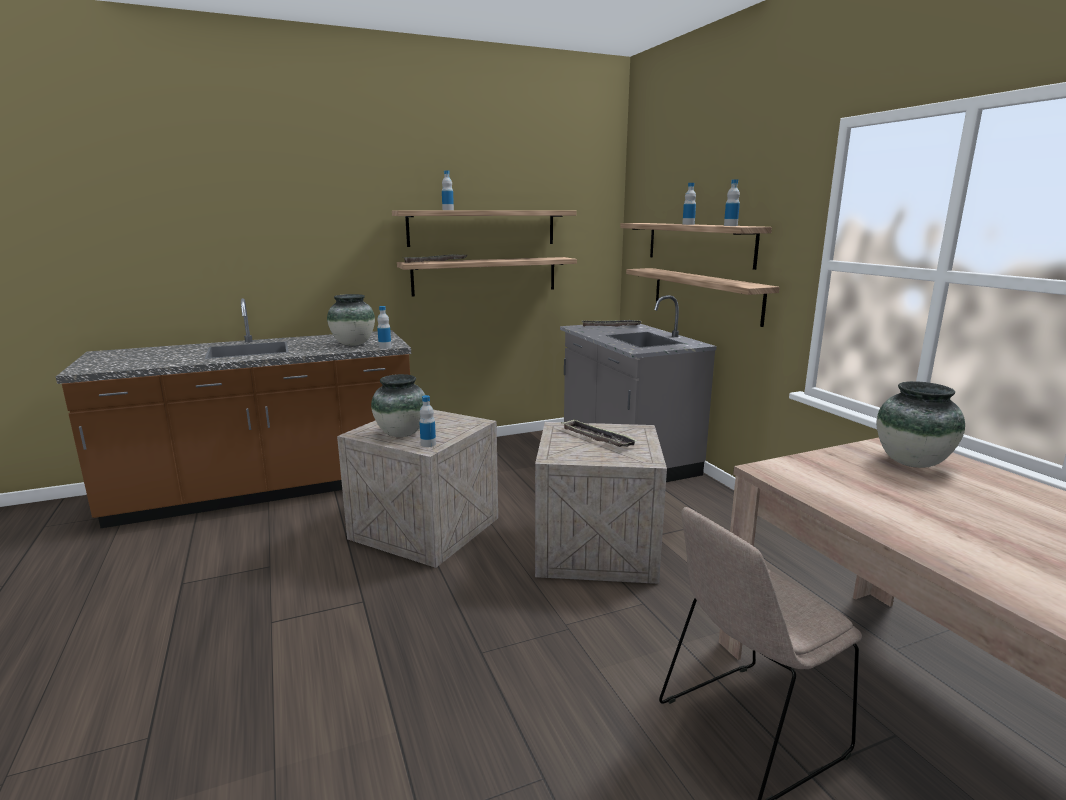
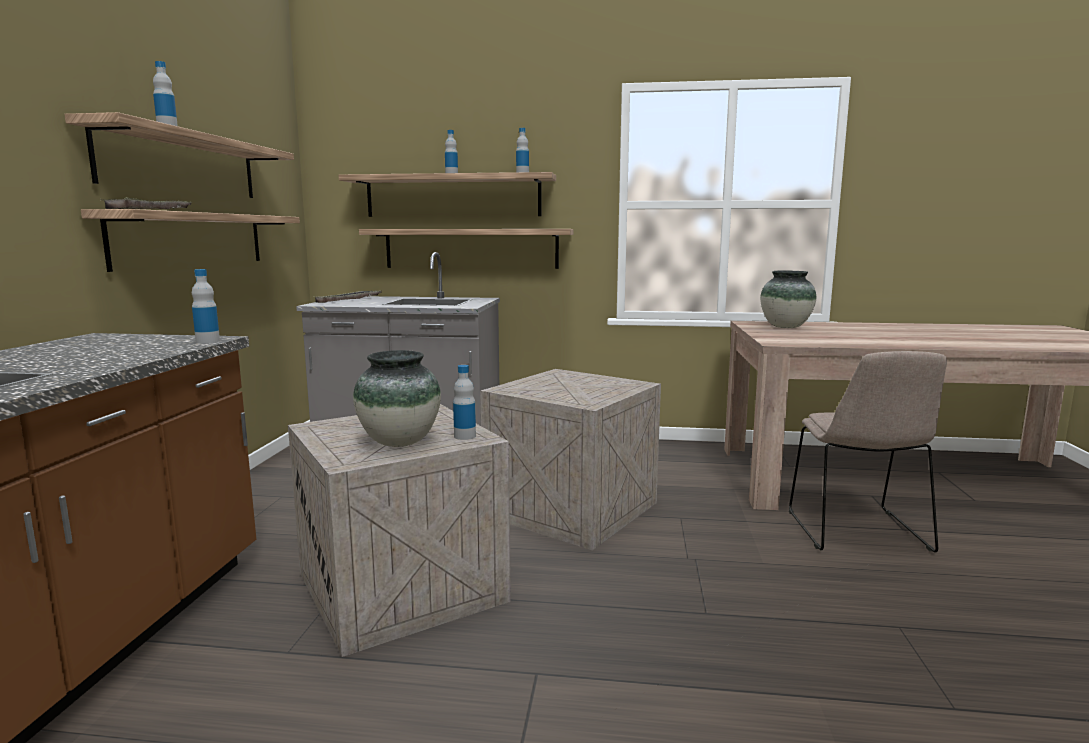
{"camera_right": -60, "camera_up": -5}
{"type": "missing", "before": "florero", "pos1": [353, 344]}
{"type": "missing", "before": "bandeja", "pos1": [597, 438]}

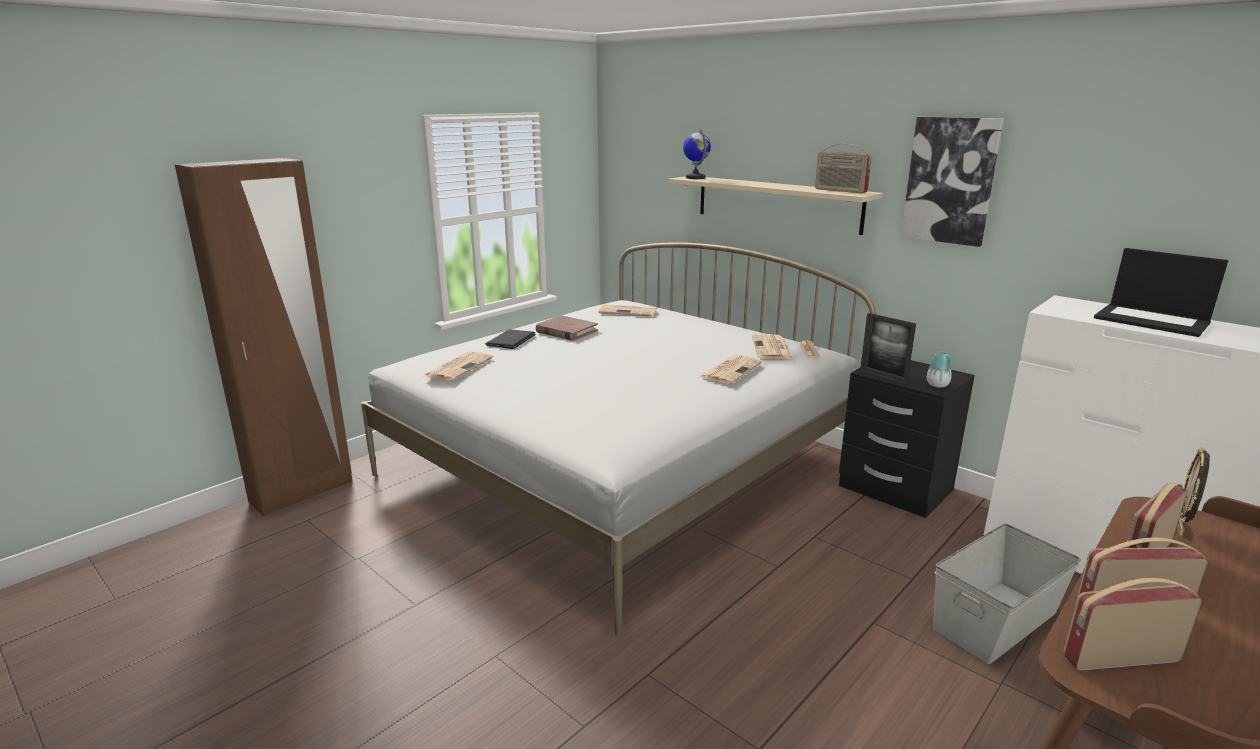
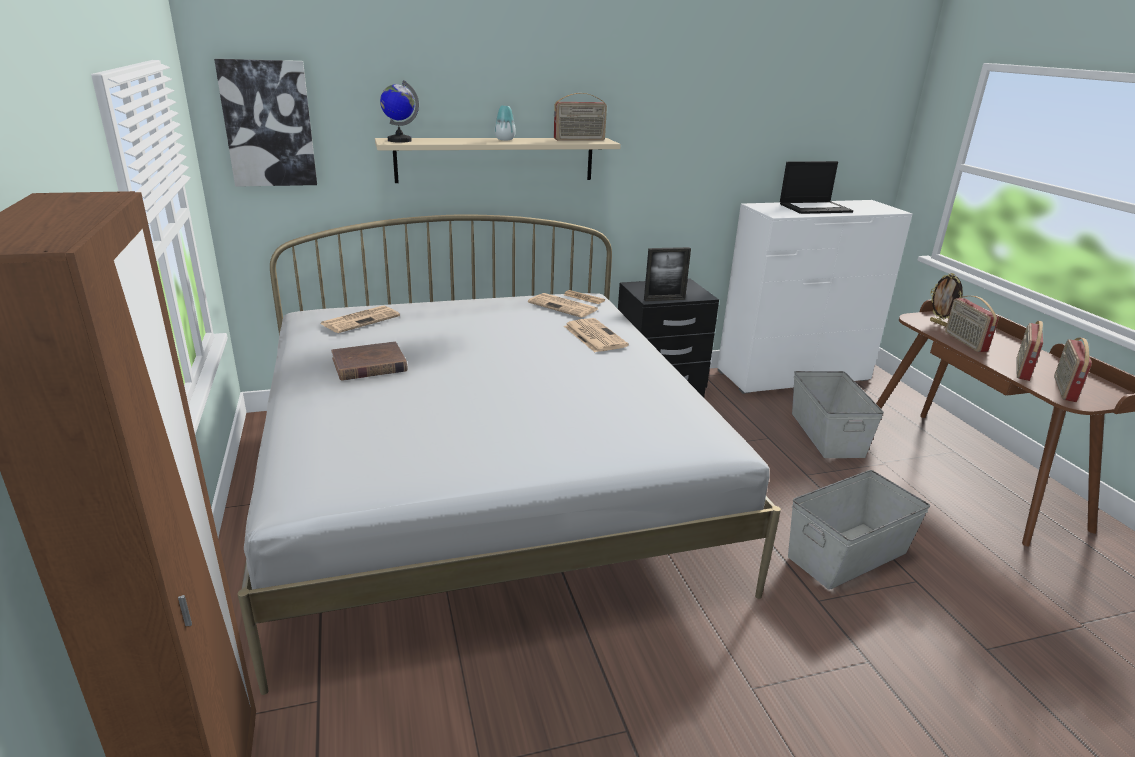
{"camera_right": -60, "camera_up": 5}
{"type": "missing", "before": "periódico", "pos1": [459, 367]}
{"type": "missing", "before": "portátil", "pos1": [511, 340]}
{"type": "relocated", "before": "cuadro", "pos1": [950, 180], "pos2": [268, 124]}
{"type": "relocated", "before": "florero", "pos1": [937, 385], "pos2": [505, 139]}
{"type": "appeared", "after": "caja de almacenaje/gris", "pos2": [848, 555]}

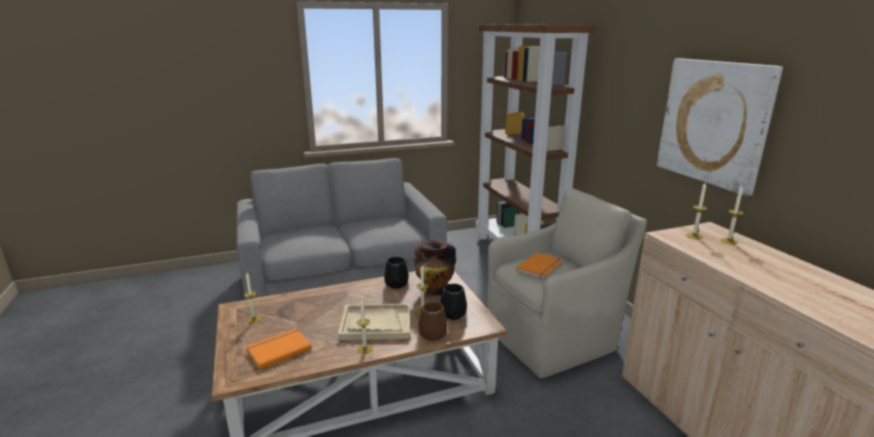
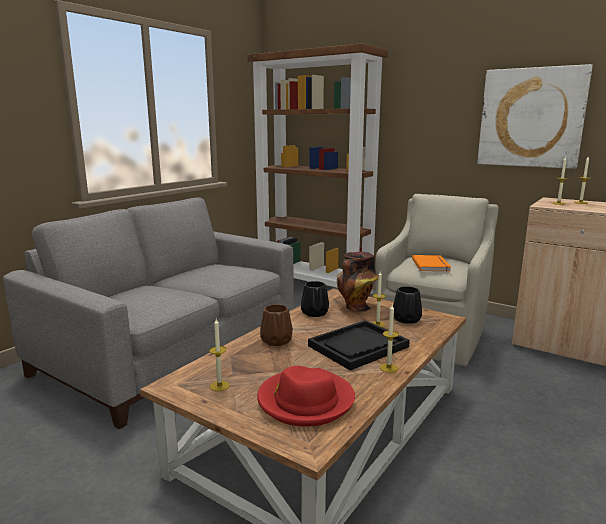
{"camera_right": -35, "camera_up": -5}
{"type": "exchanged", "before": "libro/naranja", "after": "sombrero/rojo", "pos1": [278, 349], "pos2": [305, 400]}
{"type": "colour", "before": "bandeja/beis", "after": "bandeja/negro", "pos1": [375, 324], "pos2": [358, 346]}
{"type": "relocated", "before": "florero/marrón", "pos1": [433, 334], "pos2": [277, 340]}

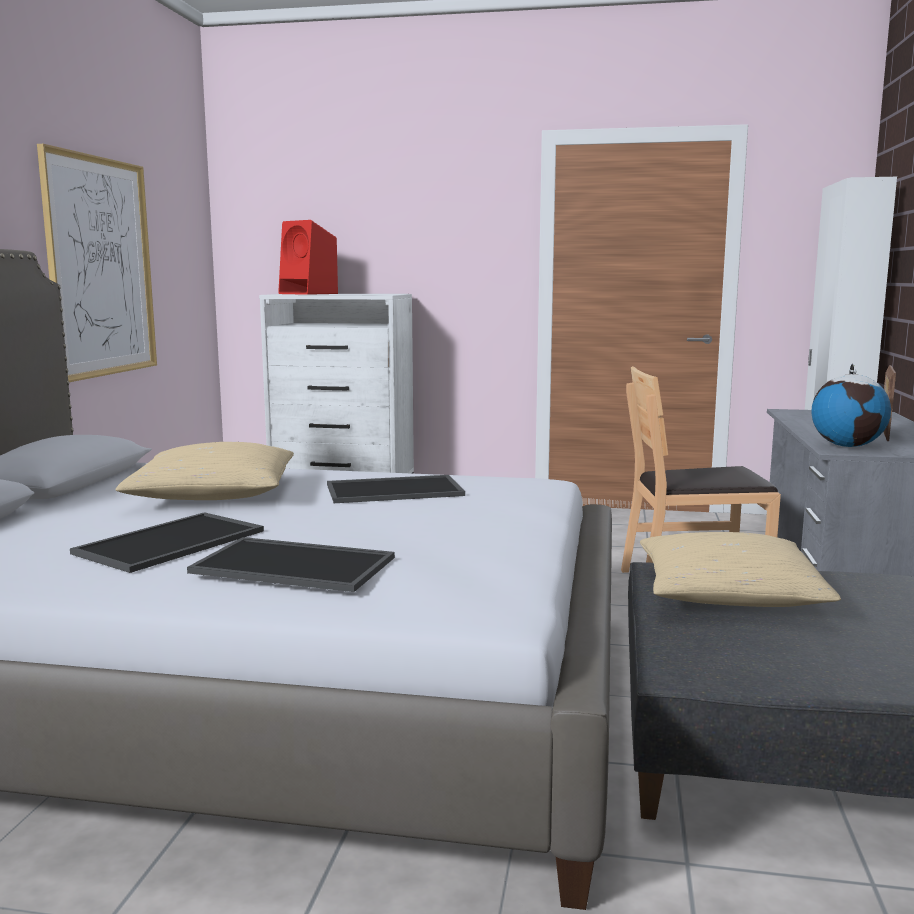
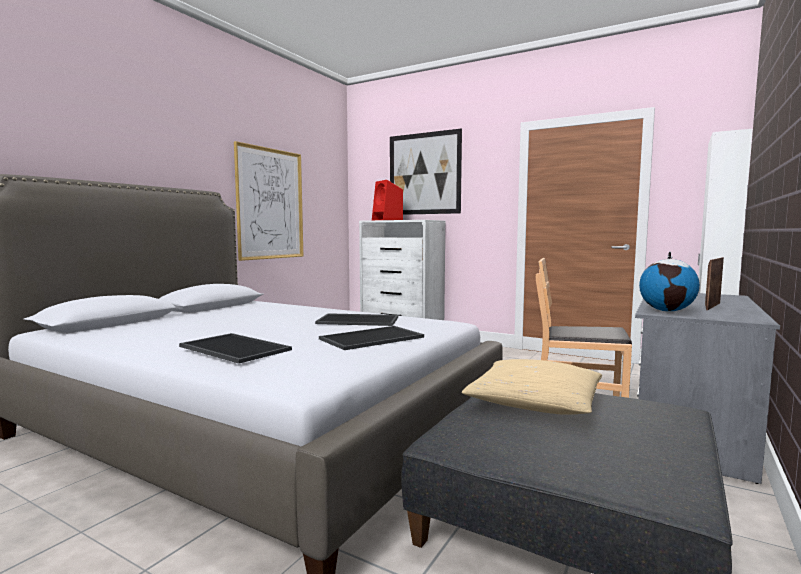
{"camera_right": 20, "camera_up": -5}
{"type": "relocated", "before": "bandeja", "pos1": [171, 543], "pos2": [371, 338]}
{"type": "missing", "before": "cojín/beis", "pos1": [213, 495]}
{"type": "appeared", "after": "cuadro", "pos2": [424, 173]}

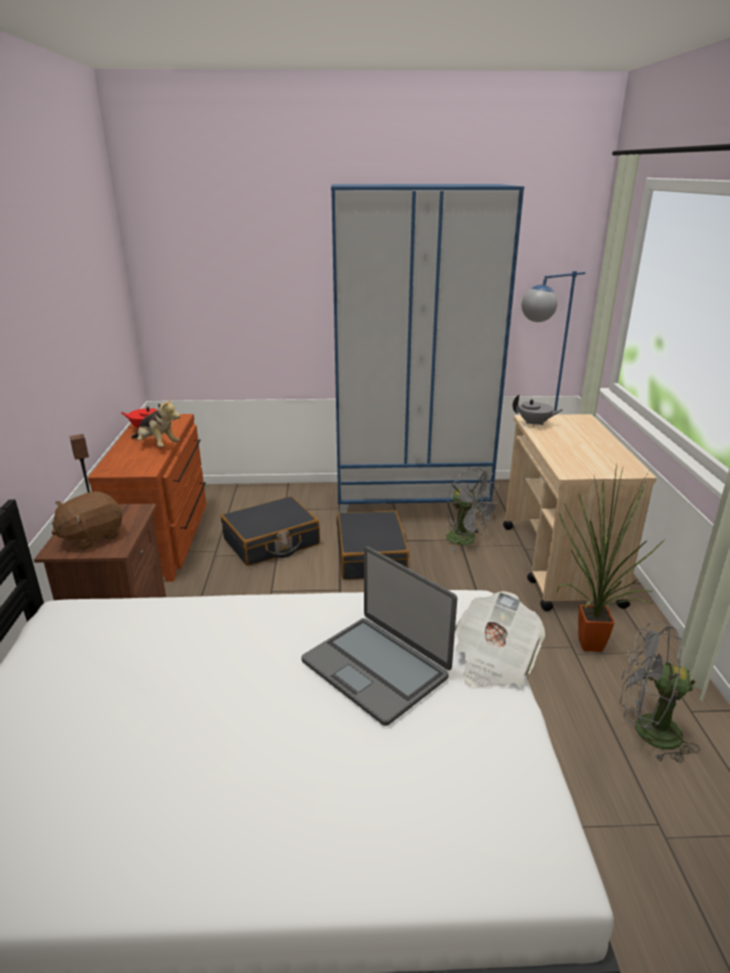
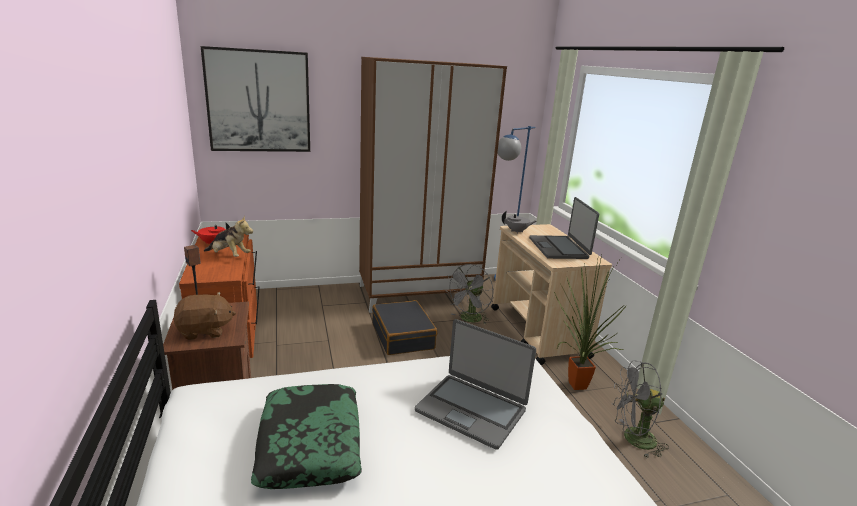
{"camera_right": -15, "camera_up": -5}
{"type": "spun", "before": "peluche/marrón", "pos1": [91, 537], "pos2": [205, 331], "turn": -135}
{"type": "missing", "before": "maleta/negro", "pos1": [271, 542]}
{"type": "colour", "before": "armario ropero/azul", "after": "armario ropero/marrón", "pos1": [411, 501], "pos2": [419, 294]}
{"type": "spun", "before": "ventilador/gris", "pos1": [467, 540], "pos2": [469, 319], "turn": 90}
{"type": "missing", "before": "periódico", "pos1": [493, 660]}
{"type": "appeared", "after": "cuadro", "pos2": [259, 101]}
{"type": "appeared", "after": "cojín", "pos2": [309, 444]}
{"type": "appeared", "after": "portátil", "pos2": [559, 248]}

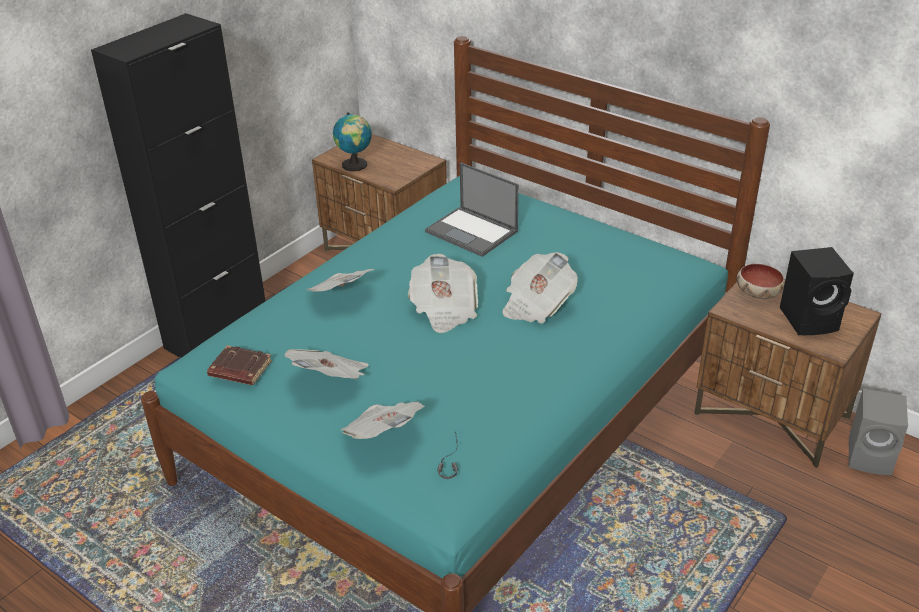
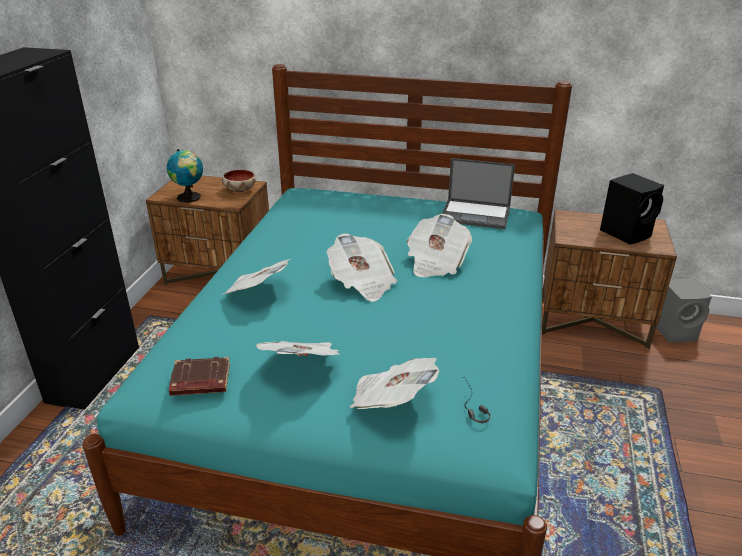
{"camera_right": -25, "camera_up": -5}
{"type": "relocated", "before": "portátil", "pos1": [472, 232], "pos2": [476, 214]}
{"type": "relocated", "before": "cuenco", "pos1": [757, 293], "pos2": [239, 190]}

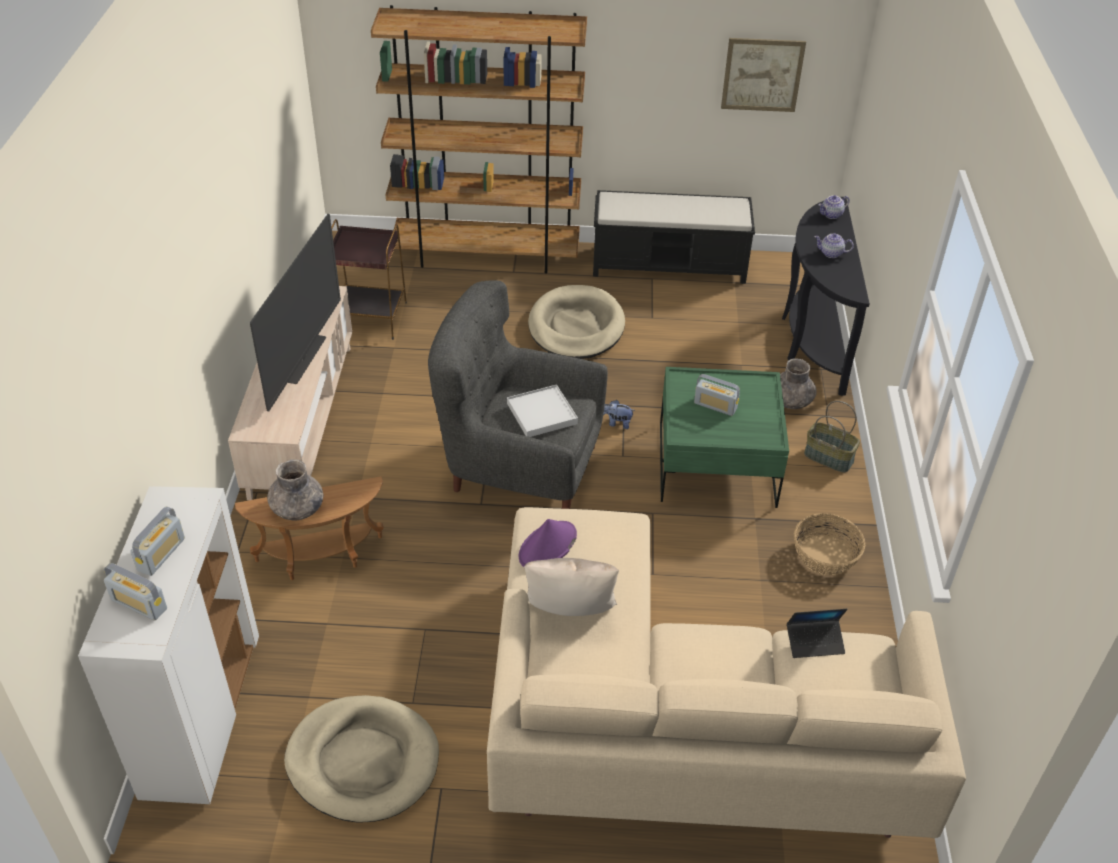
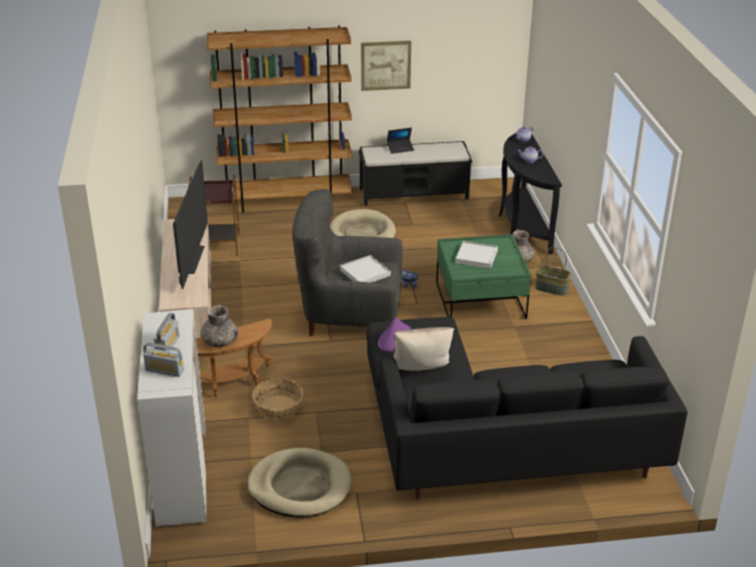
{"camera_right": -10, "camera_up": -10}
{"type": "colour", "before": "sofá/beis", "after": "sofá/negro", "pos1": [674, 727], "pos2": [496, 441]}
{"type": "exchanged", "before": "radio", "after": "bandeja/blanco", "pos1": [715, 406], "pos2": [476, 256]}
{"type": "relocated", "before": "cuadro", "pos1": [762, 74], "pos2": [385, 65]}
{"type": "relocated", "before": "portátil", "pos1": [814, 642], "pos2": [400, 149]}
{"type": "relocated", "before": "cesta", "pos1": [825, 556], "pos2": [278, 408]}

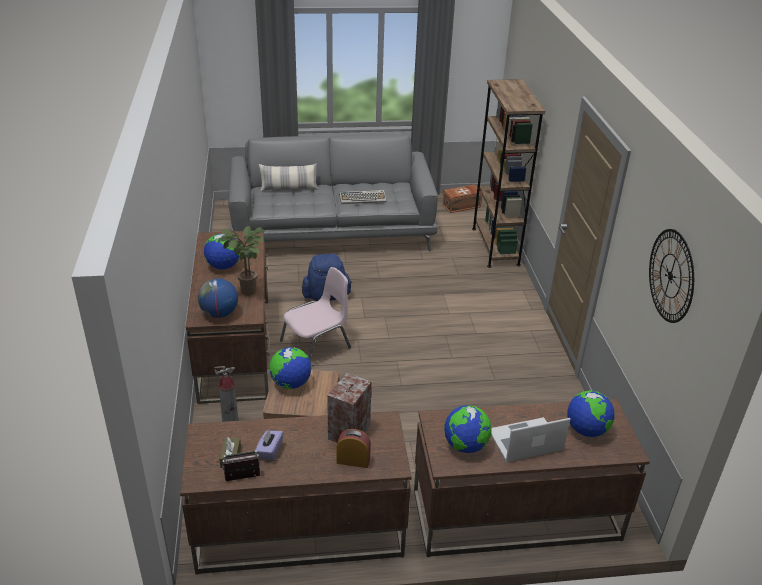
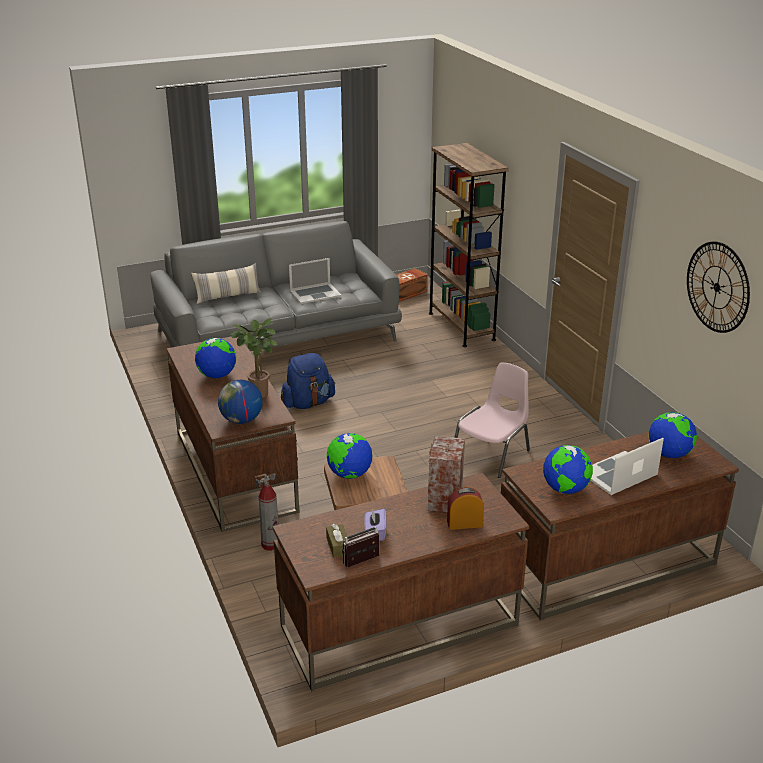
{"camera_right": -15, "camera_up": -5}
{"type": "relocated", "before": "silla/rosa", "pos1": [317, 344], "pos2": [492, 454]}
{"type": "exchanged", "before": "teclado", "after": "portátil", "pos1": [363, 198], "pos2": [315, 293]}

